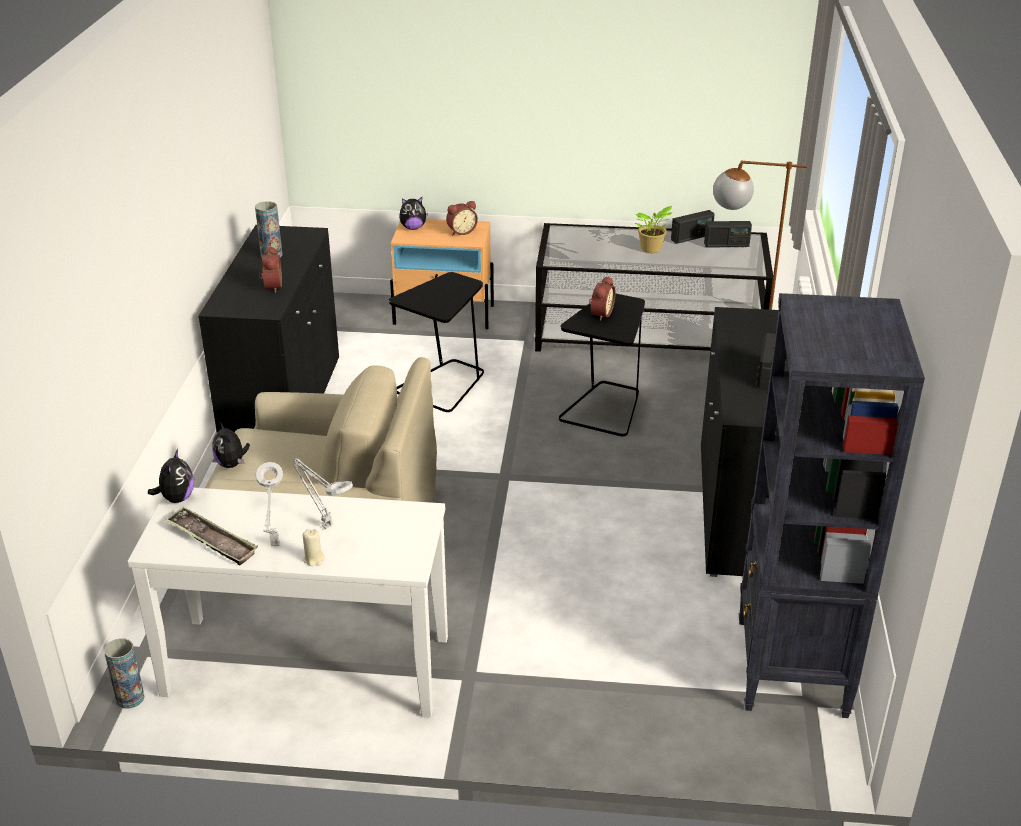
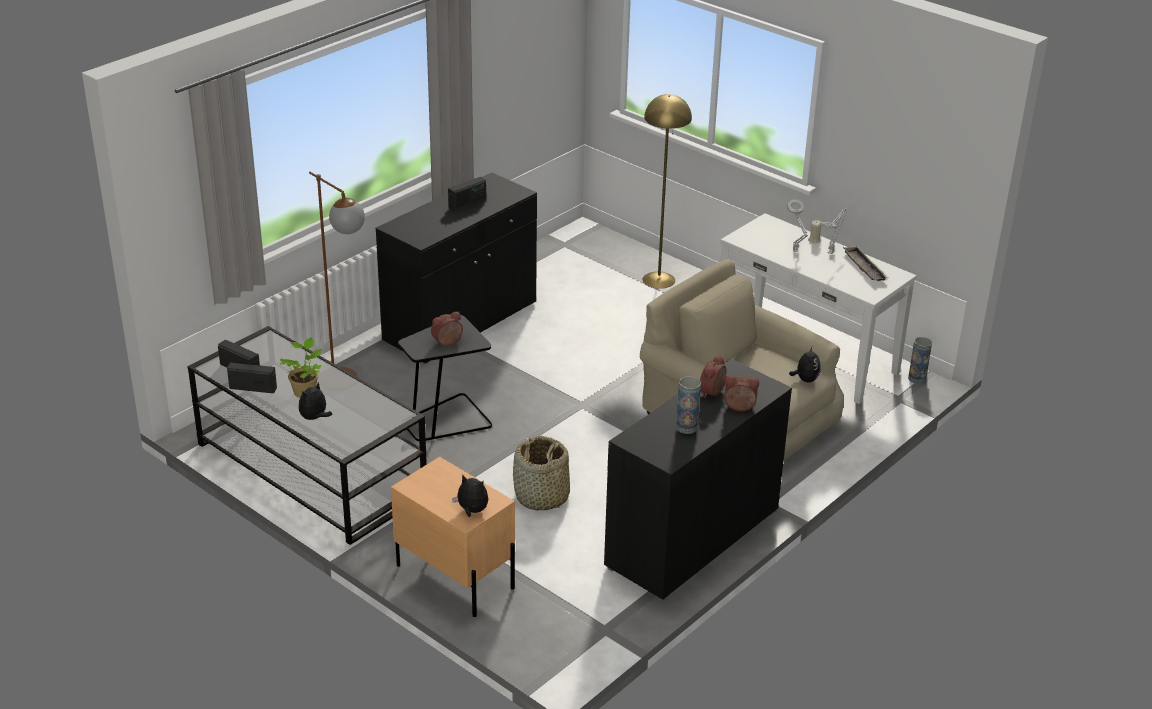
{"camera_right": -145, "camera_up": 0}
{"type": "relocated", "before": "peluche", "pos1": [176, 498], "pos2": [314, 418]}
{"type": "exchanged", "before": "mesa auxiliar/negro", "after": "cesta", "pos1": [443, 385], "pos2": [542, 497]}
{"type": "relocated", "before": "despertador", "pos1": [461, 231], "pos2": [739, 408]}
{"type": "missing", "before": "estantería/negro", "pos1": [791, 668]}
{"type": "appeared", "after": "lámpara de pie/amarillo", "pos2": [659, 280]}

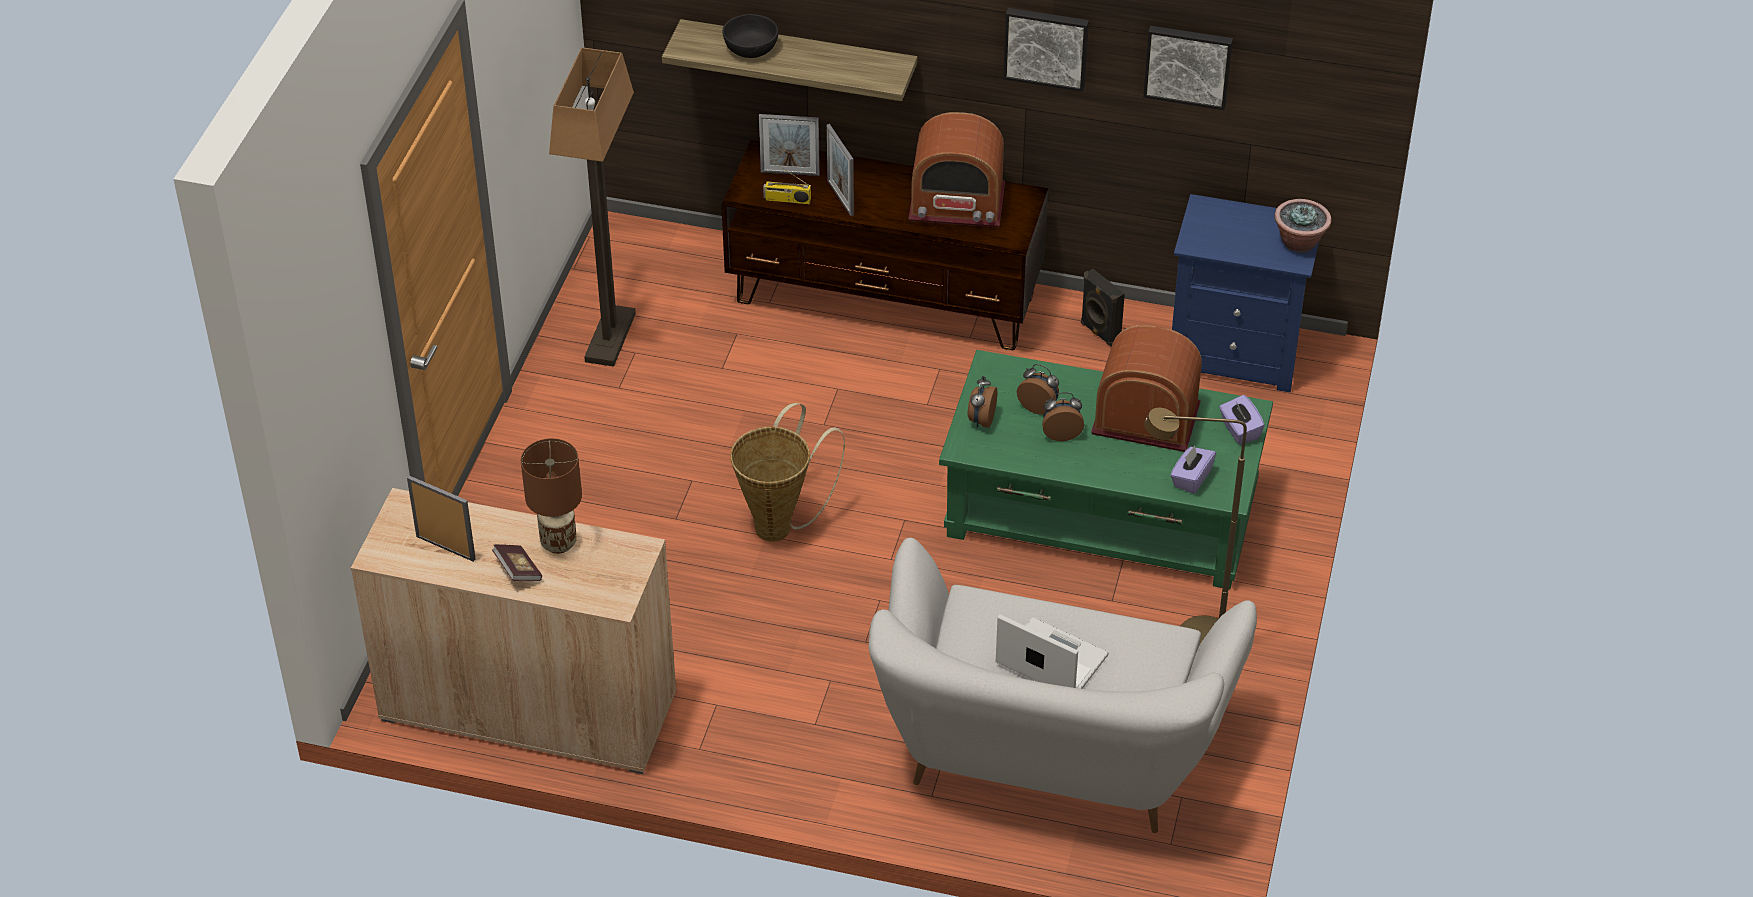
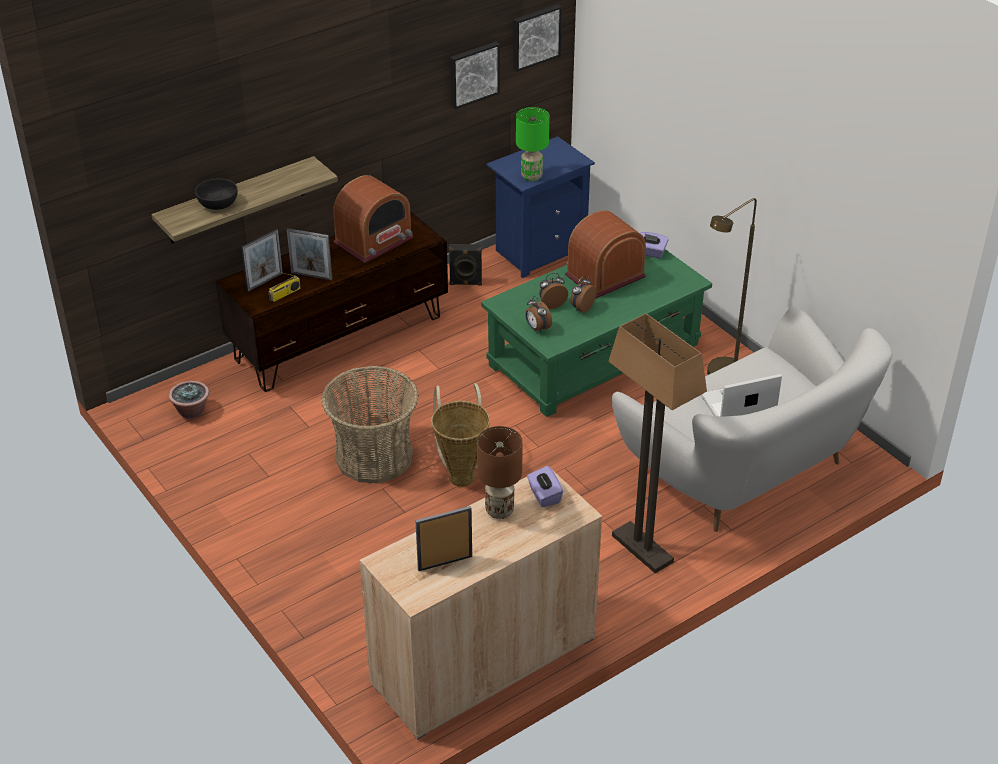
{"camera_right": -50, "camera_up": -5}
{"type": "missing", "before": "libro", "pos1": [518, 571]}
{"type": "relocated", "before": "lámpara de pie", "pos1": [610, 337], "pos2": [641, 549]}
{"type": "relocated", "before": "cuadro", "pos1": [1046, 47], "pos2": [535, 36]}
{"type": "relocated", "before": "caja de pañuelos/morado", "pos1": [1191, 478], "pos2": [544, 496]}
{"type": "relocated", "before": "planta en maceta", "pos1": [1299, 243], "pos2": [191, 411]}
{"type": "appeared", "after": "cesta", "pos2": [374, 456]}
{"type": "appeared", "after": "lámpara de mesa/verde", "pos2": [531, 177]}

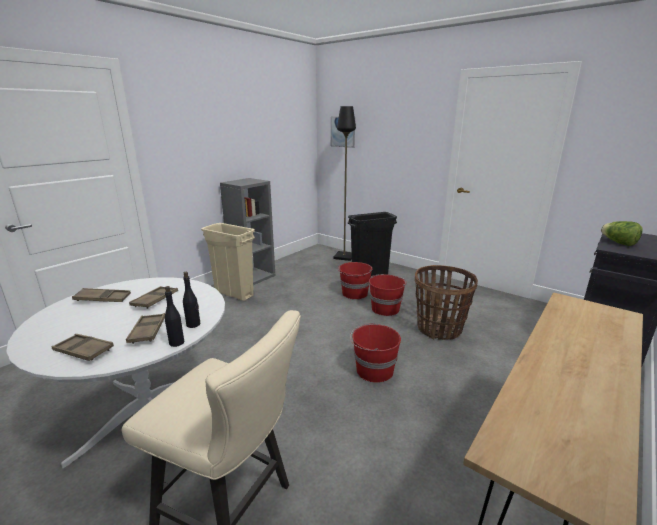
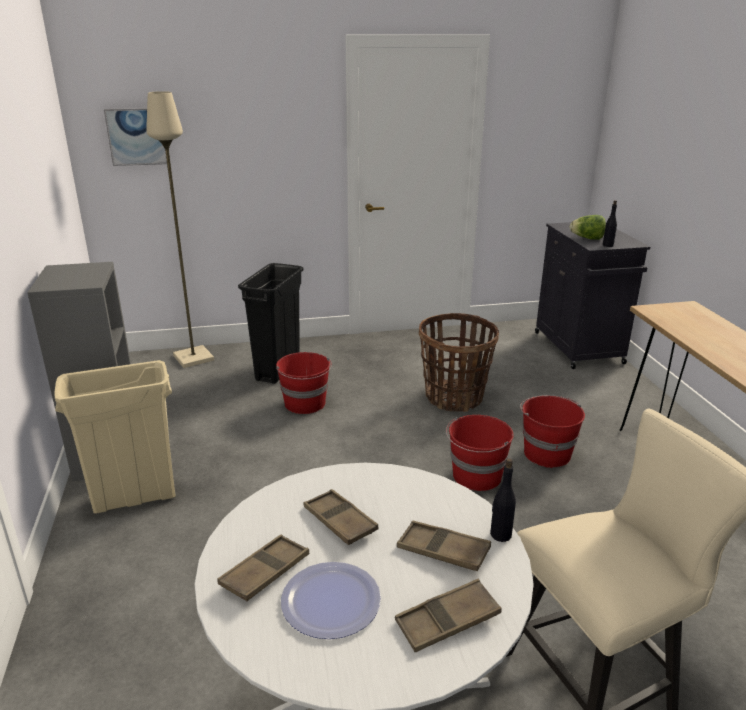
{"camera_right": -50, "camera_up": 5}
{"type": "relocated", "before": "botella/negro", "pos1": [193, 324], "pos2": [608, 245]}
{"type": "colour", "before": "lámpara de pie/negro", "after": "lámpara de pie/beis", "pos1": [343, 256], "pos2": [192, 358]}
{"type": "relocated", "before": "cubo/rojo", "pos1": [385, 308], "pos2": [546, 453]}
{"type": "appeared", "after": "plato", "pos2": [331, 601]}

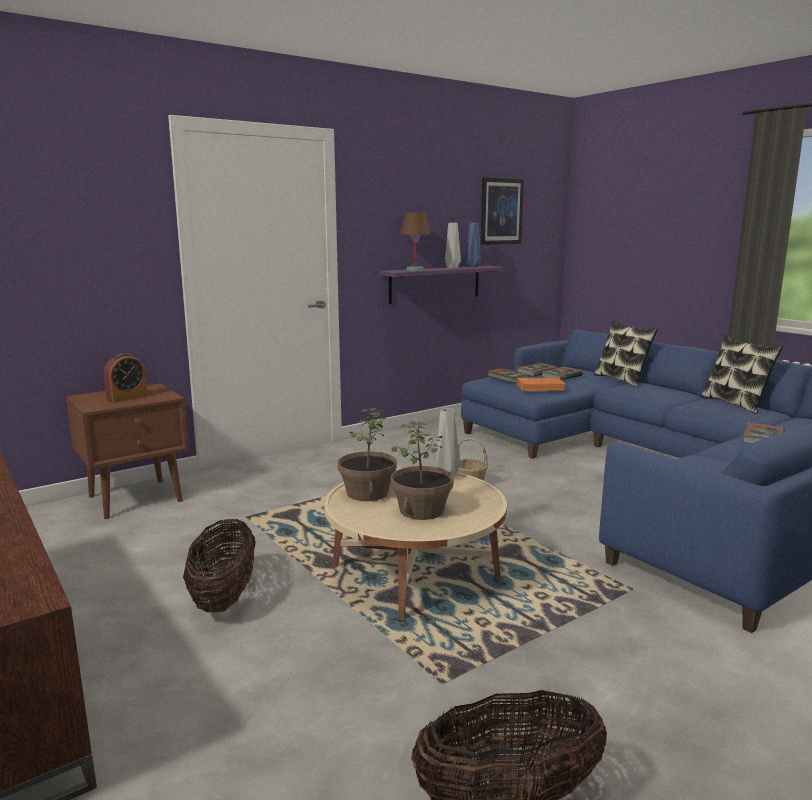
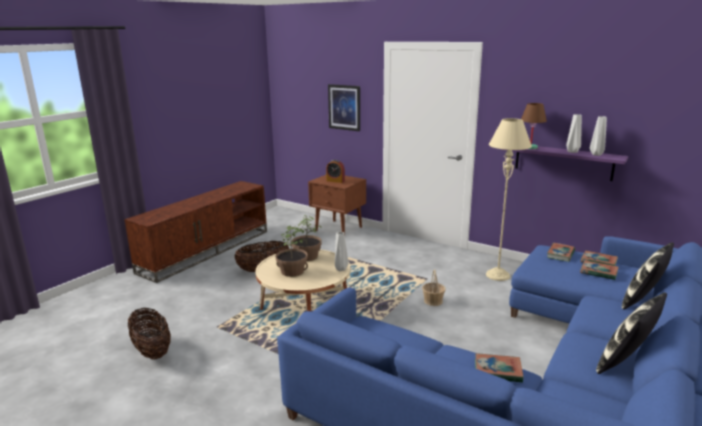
{"camera_right": 70, "camera_up": 5}
{"type": "colour", "before": "florero/azul", "after": "florero/gris", "pos1": [473, 266], "pos2": [597, 154]}
{"type": "relocated", "before": "cuadro", "pos1": [501, 211], "pos2": [344, 107]}
{"type": "missing", "before": "libro/naranja", "pos1": [541, 387]}
{"type": "appeared", "after": "lámpara de pie/beis", "pos2": [498, 275]}

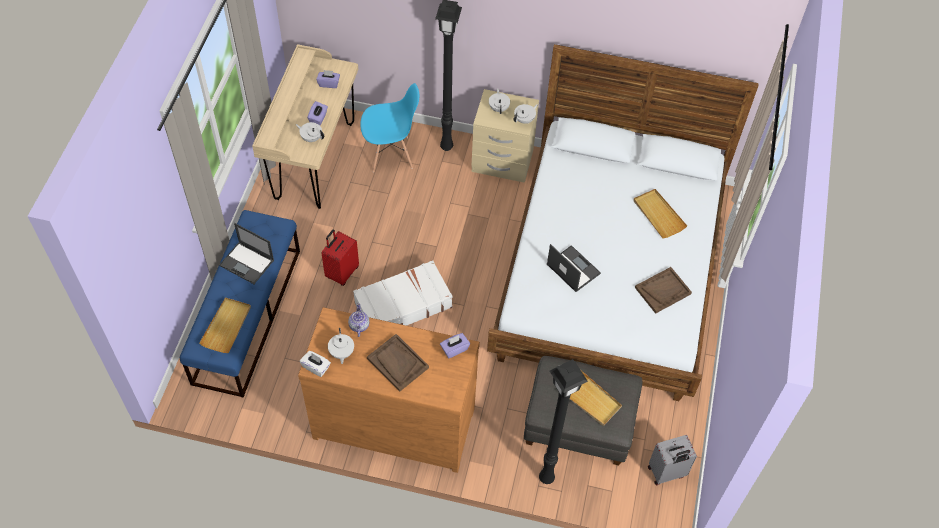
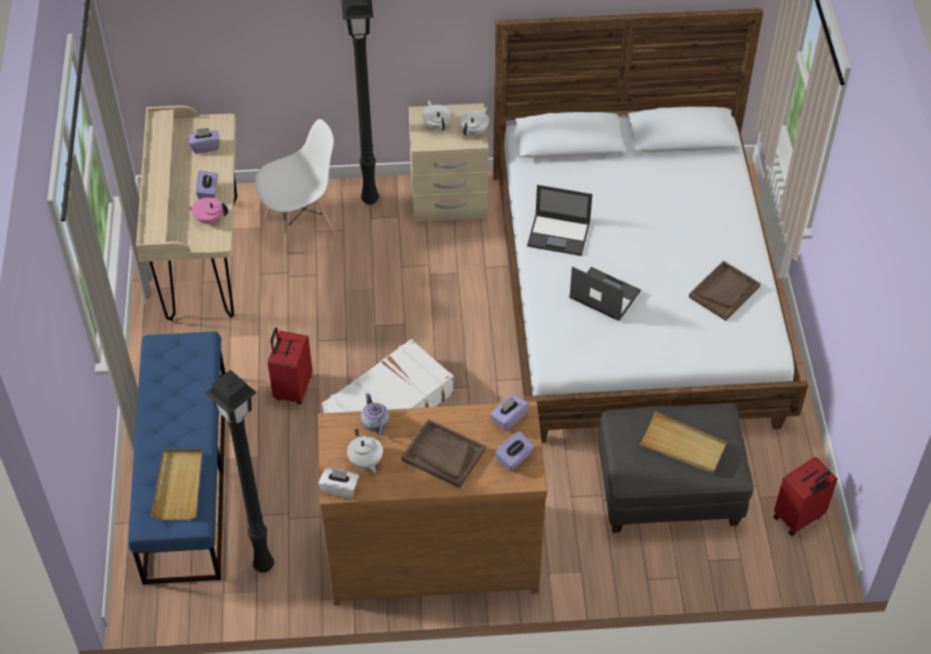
{"camera_right": -15, "camera_up": -5}
{"type": "relocated", "before": "portátil", "pos1": [247, 263], "pos2": [559, 235]}
{"type": "colour", "before": "tetera/blanco", "after": "tetera/rosa", "pos1": [311, 138], "pos2": [208, 218]}
{"type": "colour", "before": "silla/azul", "after": "silla/blanco", "pos1": [391, 154], "pos2": [301, 226]}
{"type": "relocated", "before": "lámpara de pie/negro", "pos1": [545, 477], "pos2": [262, 565]}
{"type": "missing", "before": "bandeja/beis", "pos1": [658, 215]}
{"type": "colour", "before": "maleta/gris", "after": "maleta/rojo", "pos1": [666, 473], "pos2": [799, 517]}
{"type": "appeared", "after": "caja de pañuelos/morado", "pos2": [514, 458]}

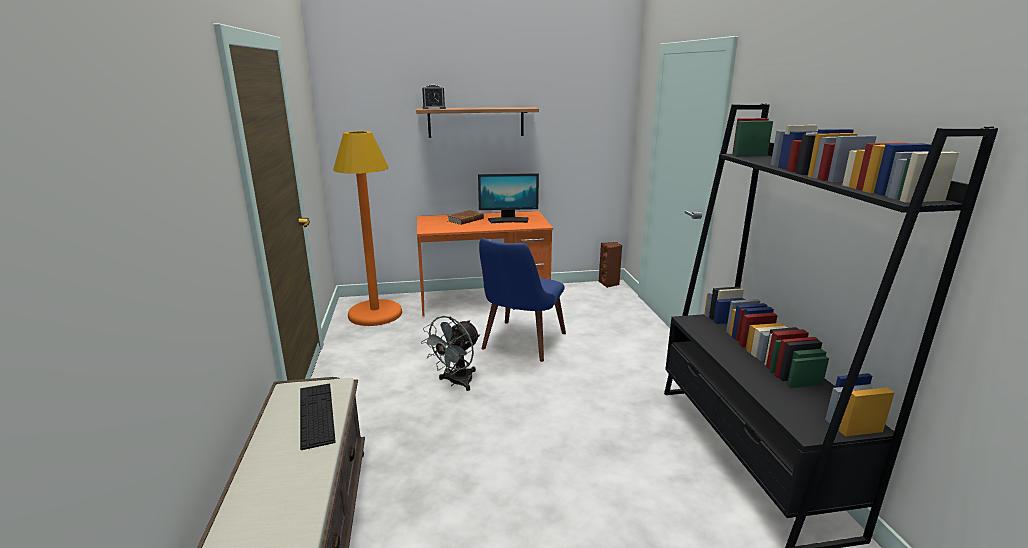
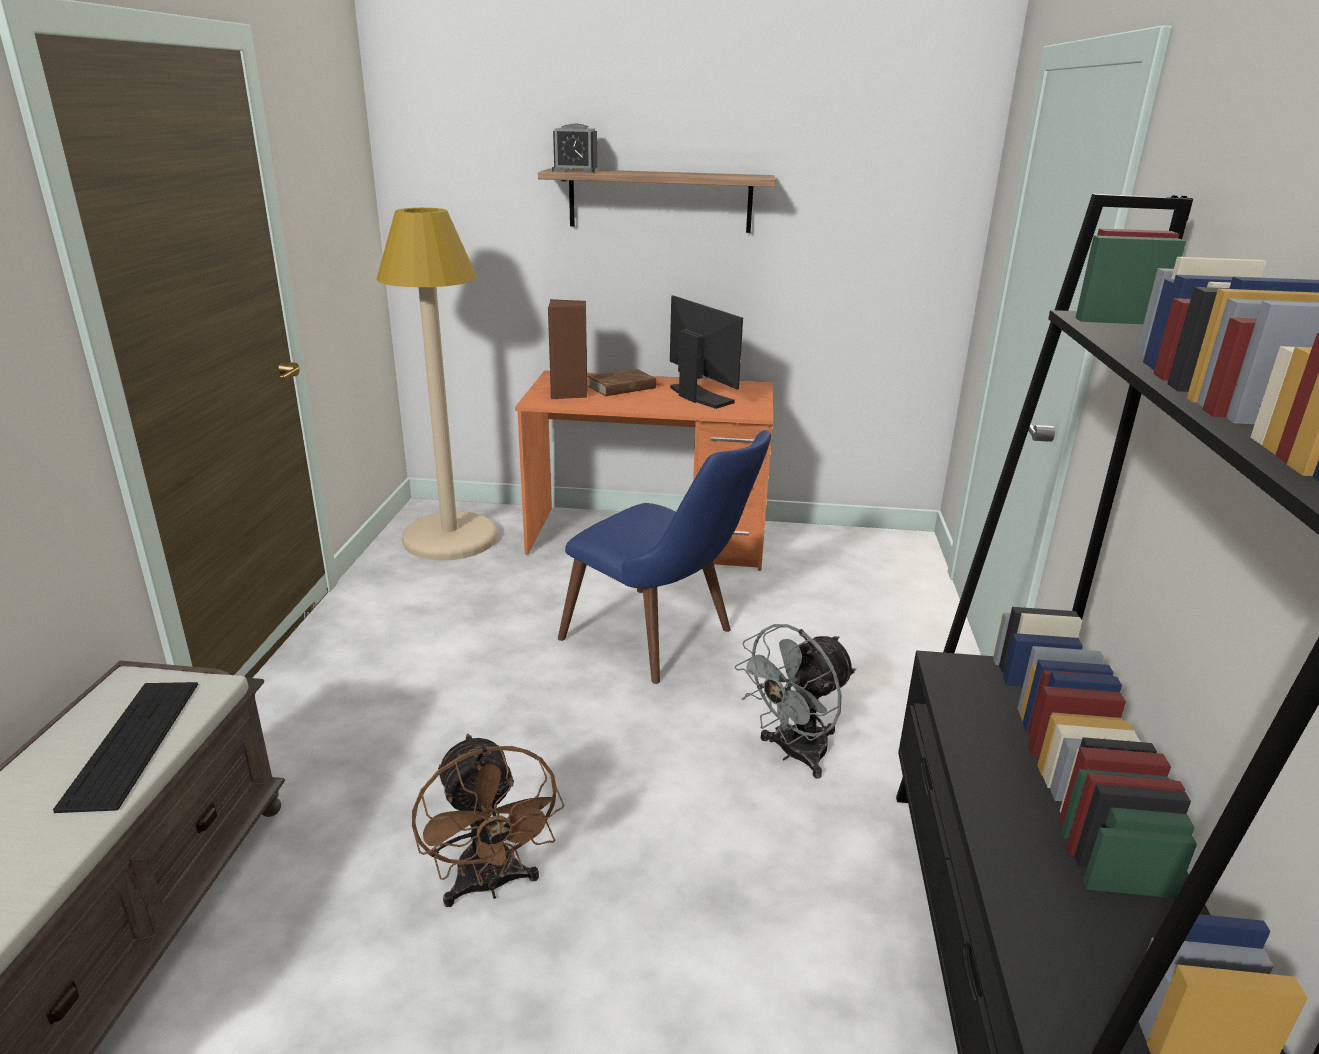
{"camera_right": 15, "camera_up": 5}
{"type": "colour", "before": "lámpara de pie/naranja", "after": "lámpara de pie/beis", "pos1": [375, 314], "pos2": [450, 538]}
{"type": "relocated", "before": "ventilador/gris", "pos1": [456, 383], "pos2": [793, 754]}
{"type": "spun", "before": "monitor", "pos1": [508, 220], "pos2": [699, 396], "turn": -135}
{"type": "spun", "before": "silla/azul", "pos1": [519, 345], "pos2": [664, 640], "turn": -90}
{"type": "relocated", "before": "altavoz/marrón", "pos1": [609, 284], "pos2": [569, 393]}
{"type": "appeared", "after": "ventilador/marrón", "pos2": [490, 885]}

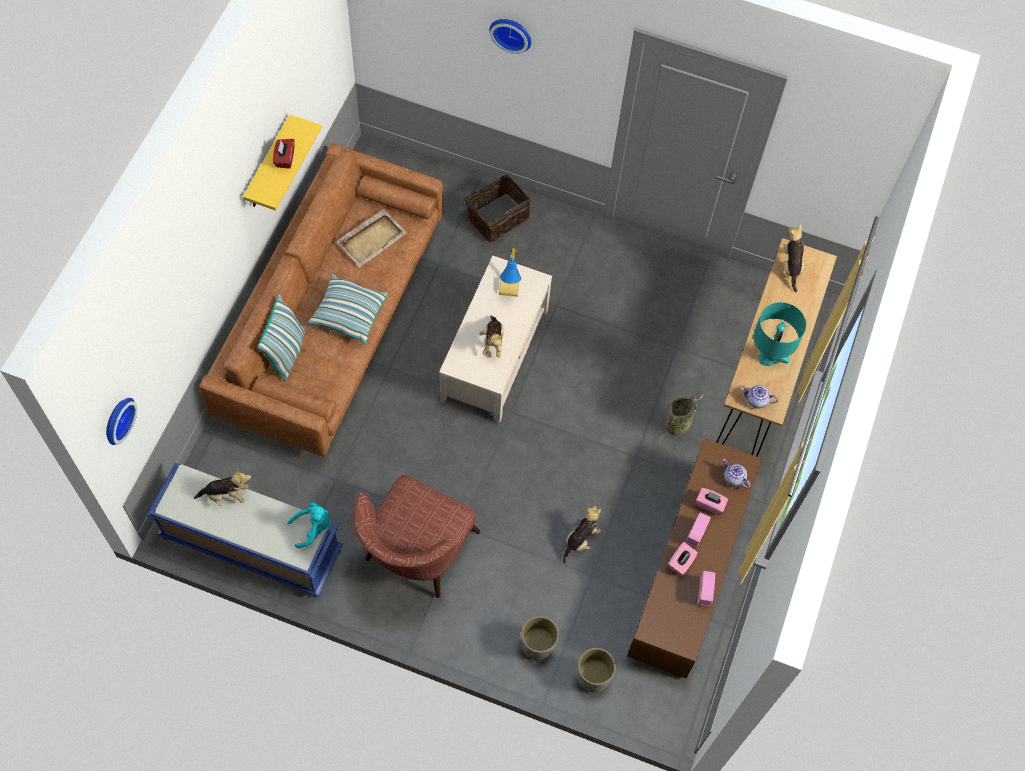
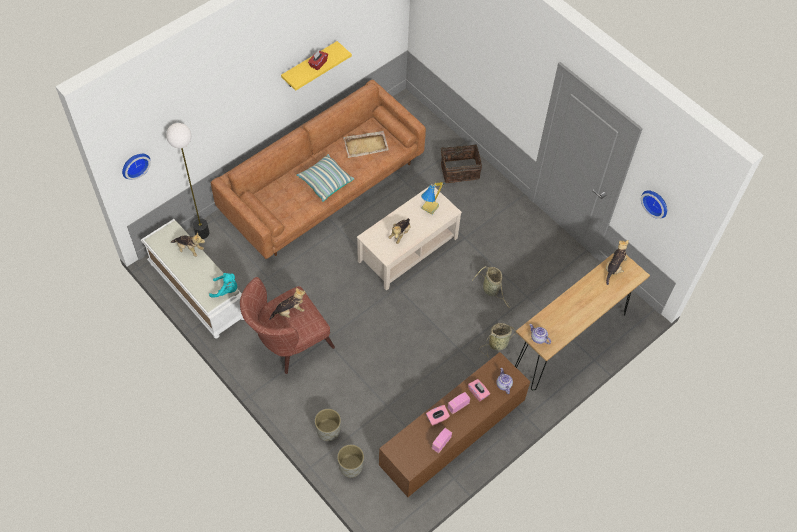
{"camera_right": 30, "camera_up": -5}
{"type": "colour", "before": "banco/azul", "after": "banco/blanco", "pos1": [250, 544], "pos2": [196, 290]}
{"type": "missing", "before": "cojín", "pos1": [287, 353]}
{"type": "relocated", "before": "reloj de pared", "pos1": [511, 33], "pos2": [656, 202]}
{"type": "relocated", "before": "peluche", "pos1": [581, 540], "pos2": [289, 311]}
{"type": "missing", "before": "lámpara de mesa/turquesa", "pos1": [767, 358]}
{"type": "appeared", "after": "lámpara de pie", "pos2": [202, 232]}
{"type": "appeared", "after": "cesta", "pos2": [491, 290]}

